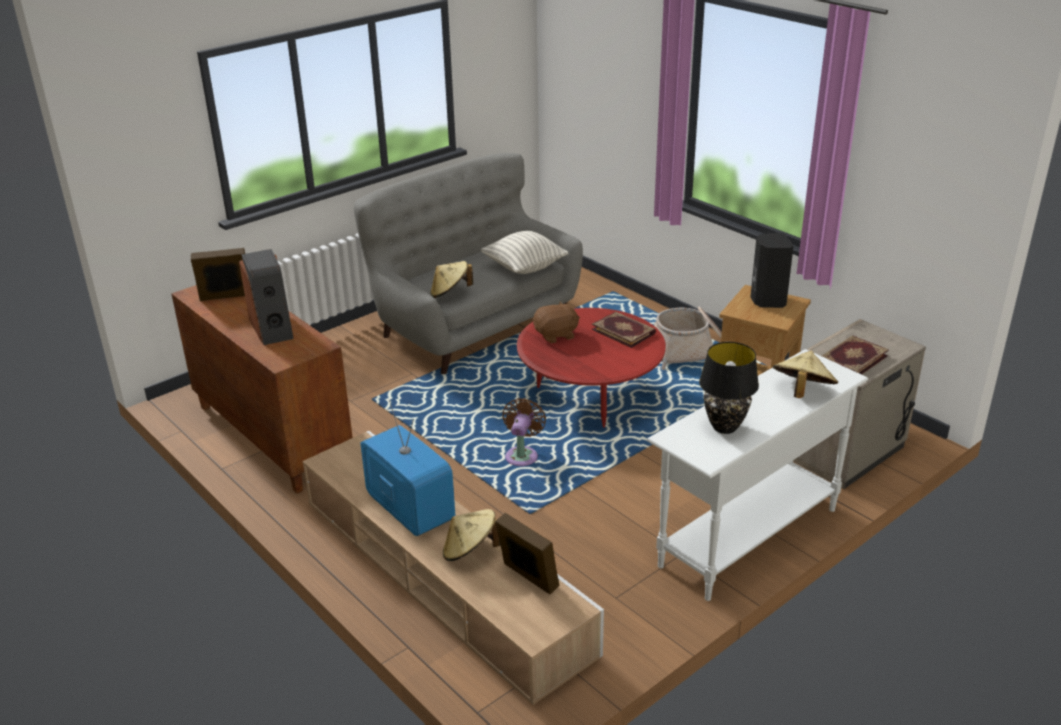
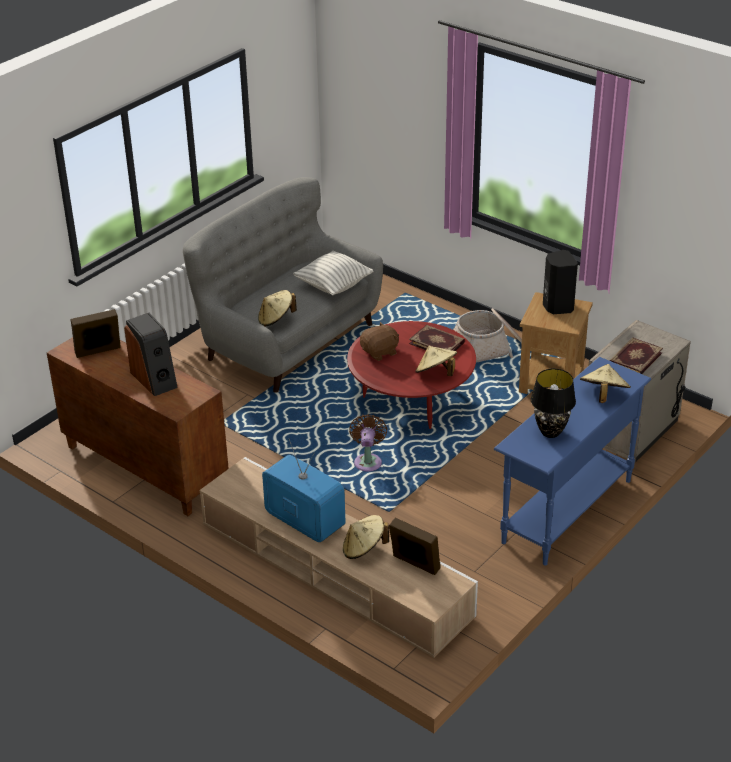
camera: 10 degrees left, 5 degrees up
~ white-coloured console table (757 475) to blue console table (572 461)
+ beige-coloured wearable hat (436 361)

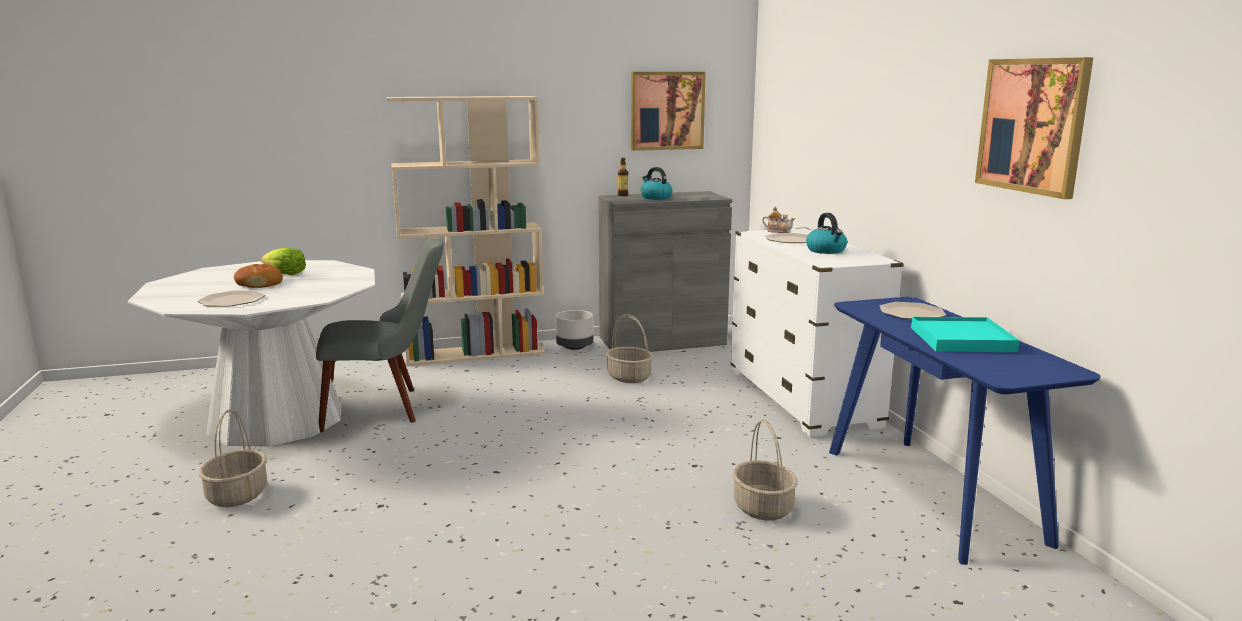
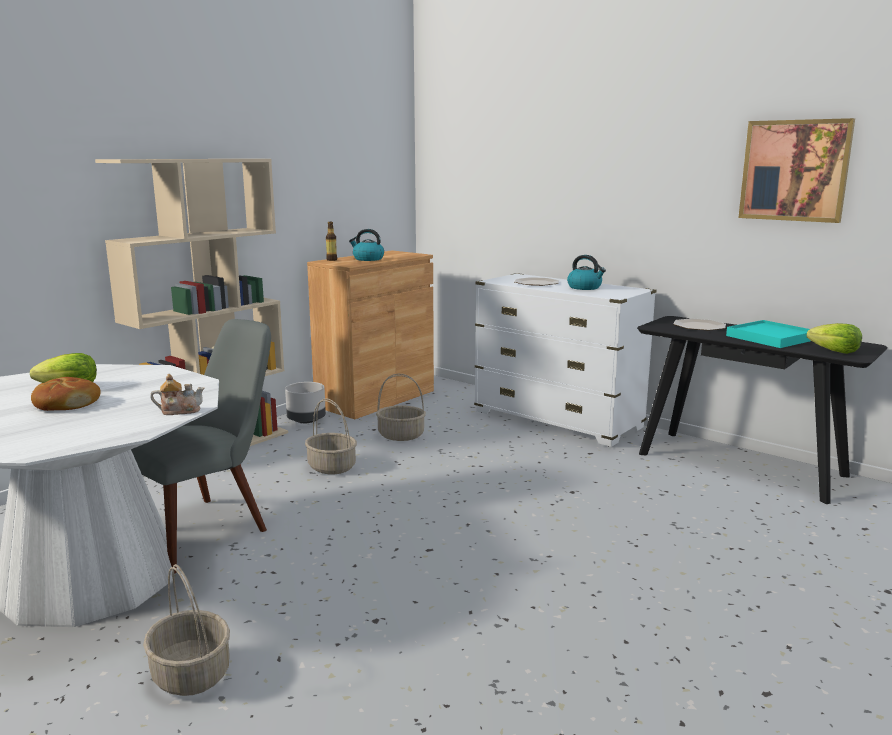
camera: 35 degrees left, 0 degrees up
- dinner plate (231 298)
~ greyish storage cabinet (665 271) to brown-coloured storage cabinet (370 334)
- wall art (668 111)
~ storage basket (765 470) to (331 436)
~ tea pot (778 219) to (177 394)
~ blue console table (965 431) to blackish console table (762 410)
+ head of lettuce (834 338)

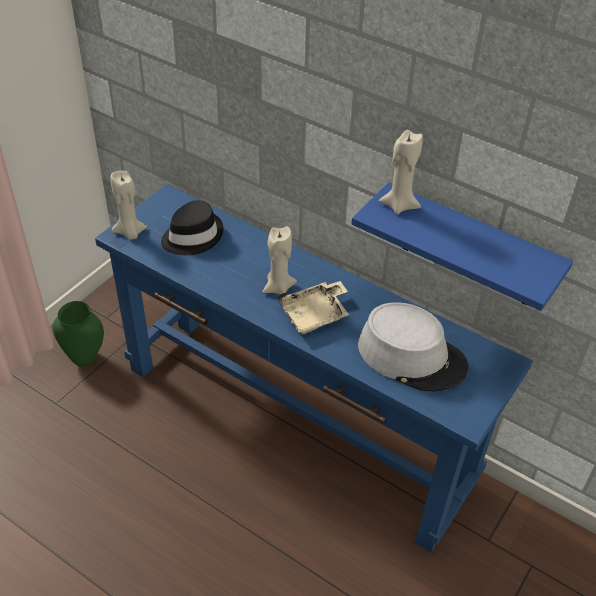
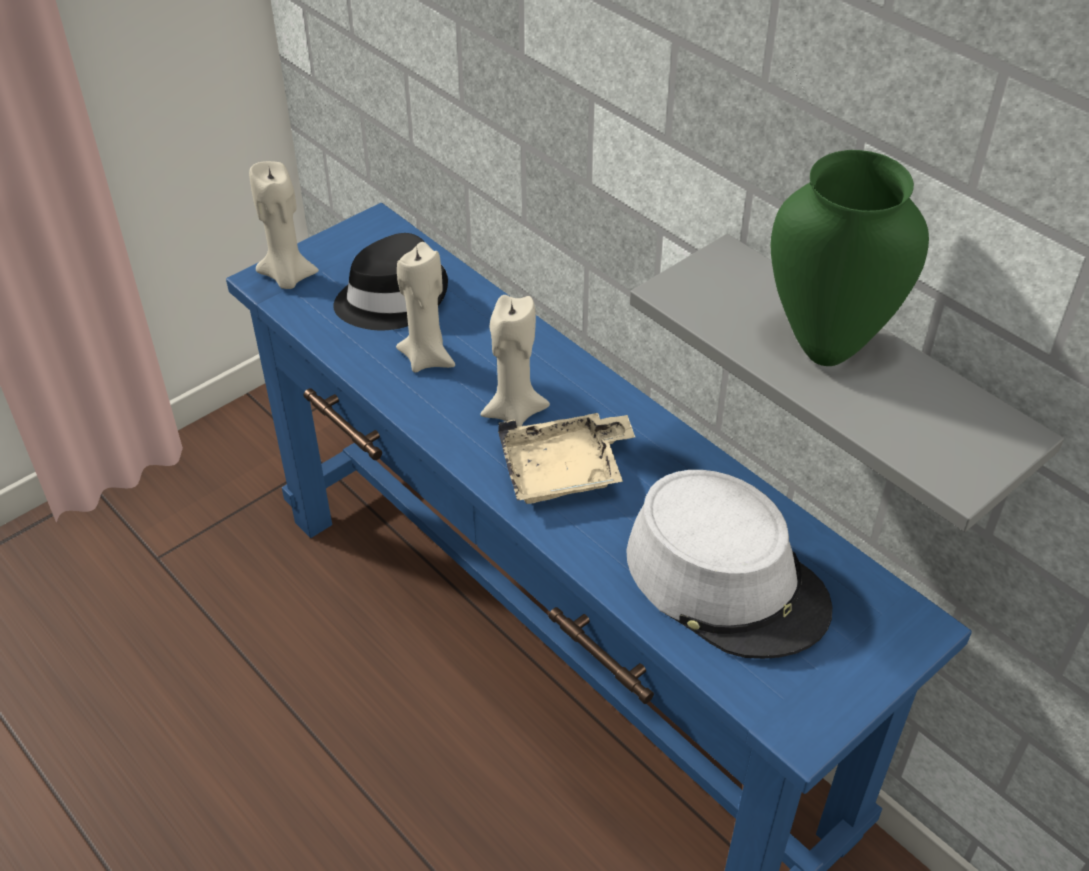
camera: 15 degrees right, 0 degrees up
~ green-coloured decorative vase (78 334) to (849 258)
~ blue wall shelf (462 246) to greyish wall shelf (847 383)
~ beige-coloured wax candle (401 172) to (425 307)

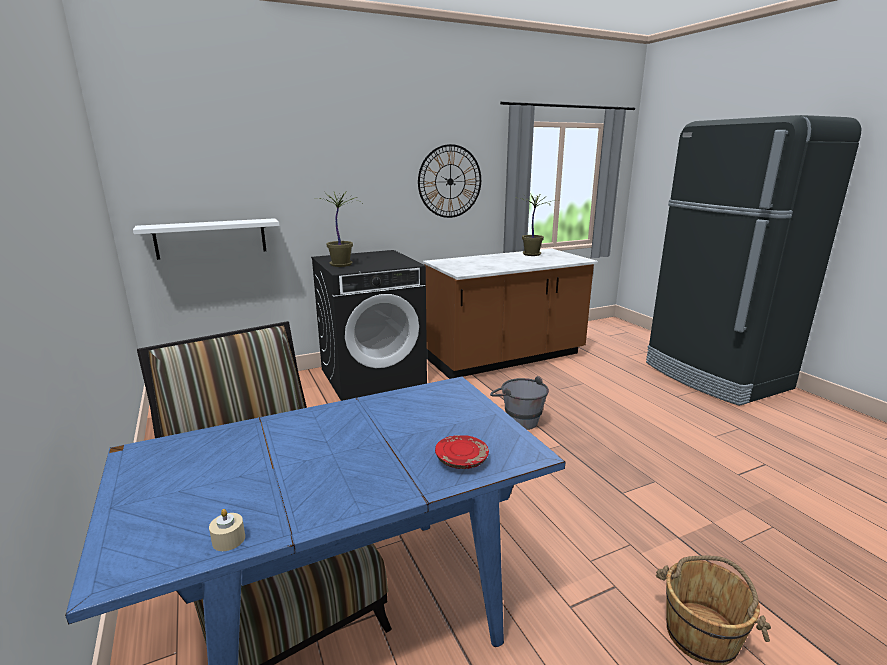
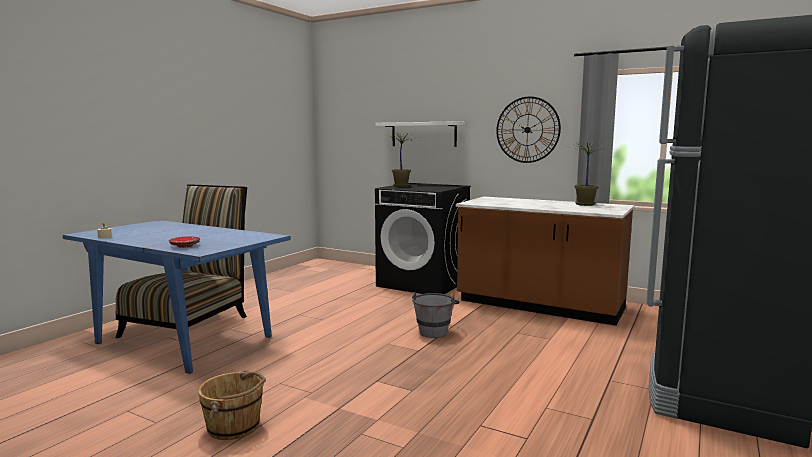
camera: 55 degrees right, 10 degrees down
~ white-coloured wall shelf (206 239) to (420 134)

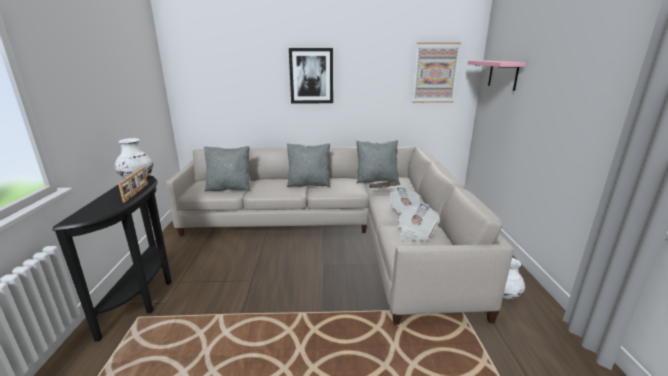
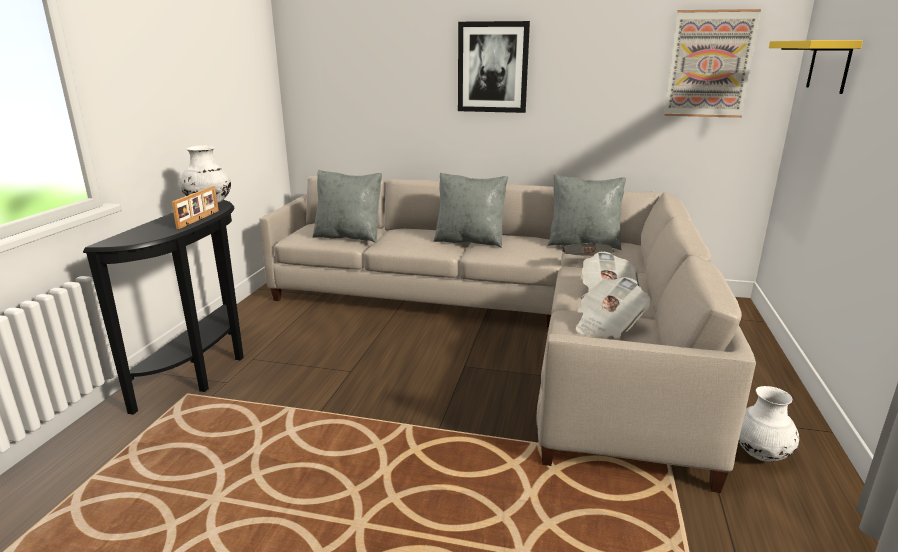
camera: 15 degrees right, 0 degrees up
~ pinkish wall shelf (497 76) to yellow-coloured wall shelf (816 67)

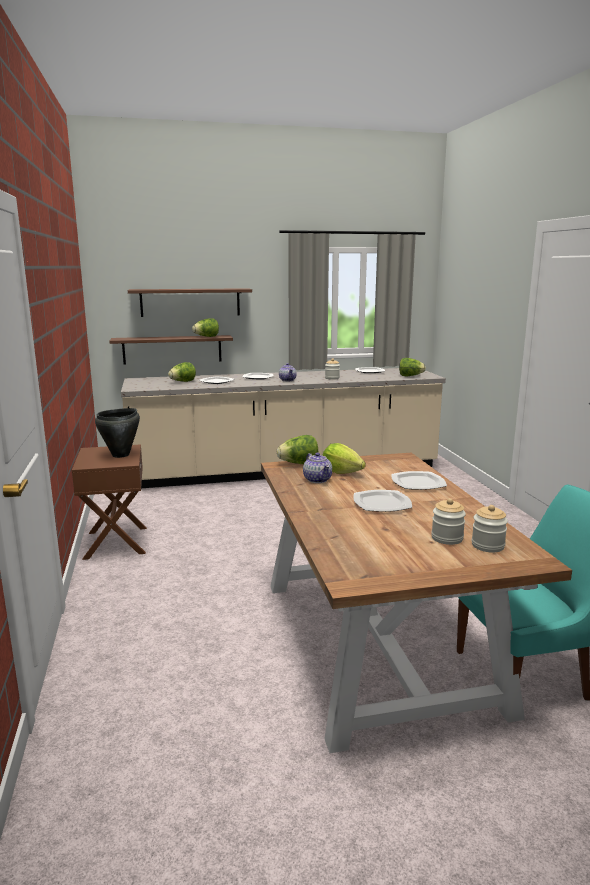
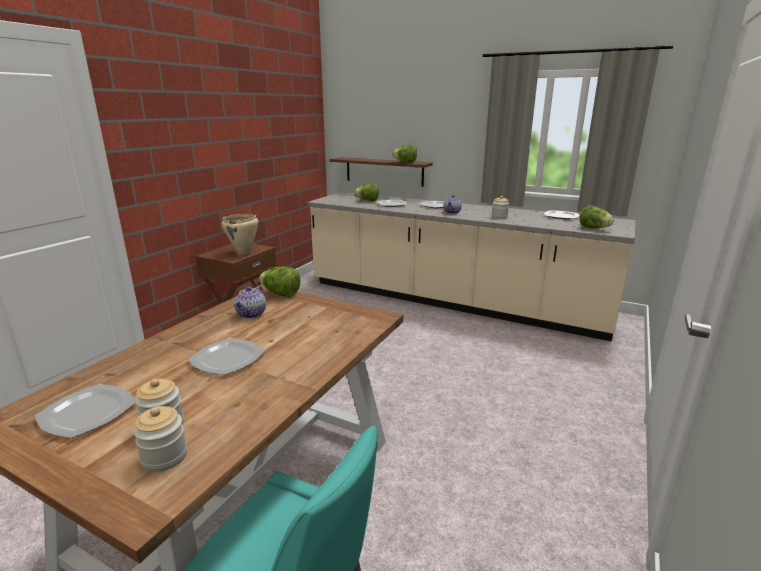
camera: 40 degrees right, 5 degrees up
~ blackish cooking pot (117 433) to beige-coloured cooking pot (240 234)
- wall shelf (190 302)
- head of lettuce (344 458)
~ dinner plate (419 480) to (85 411)

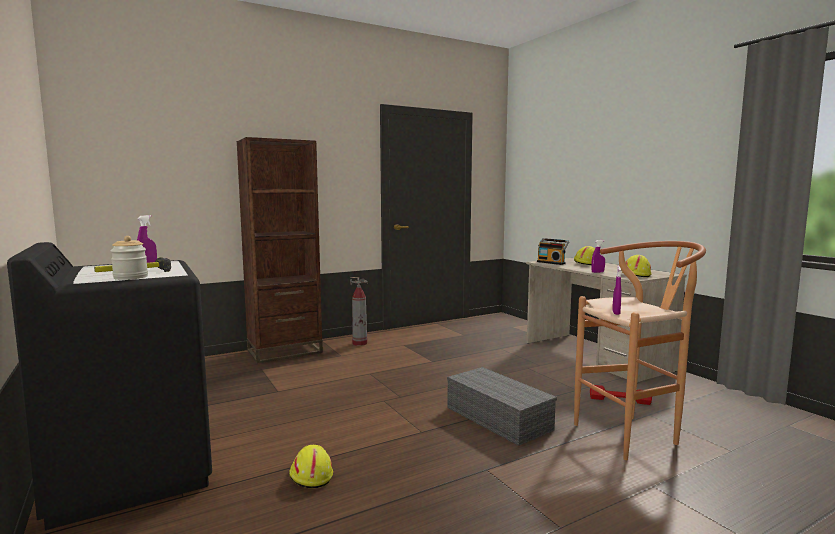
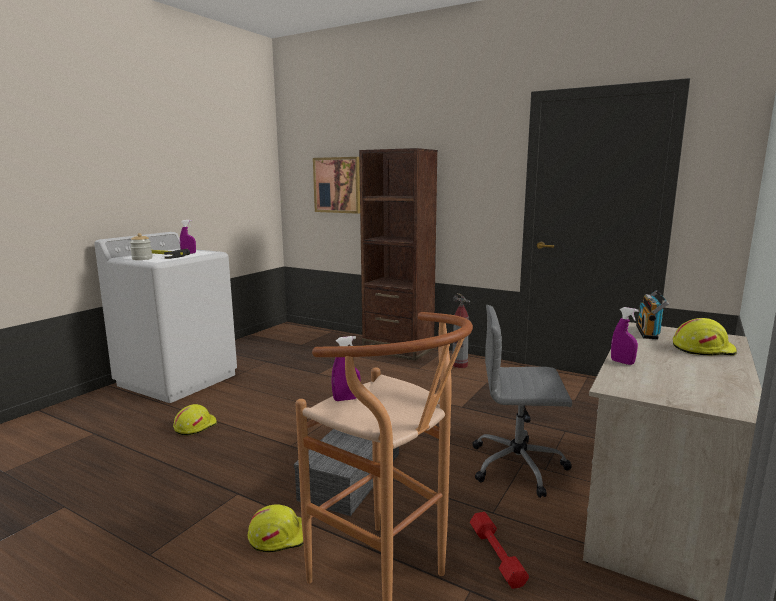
camera: 60 degrees right, 5 degrees up
~ blackish washing machine (109 386) to white-coloured washing machine (165 317)
~ yellow-coloured safety helmet (636 266) to (275 528)
+ wall art (336 185)
+ greyish office chair (522 401)

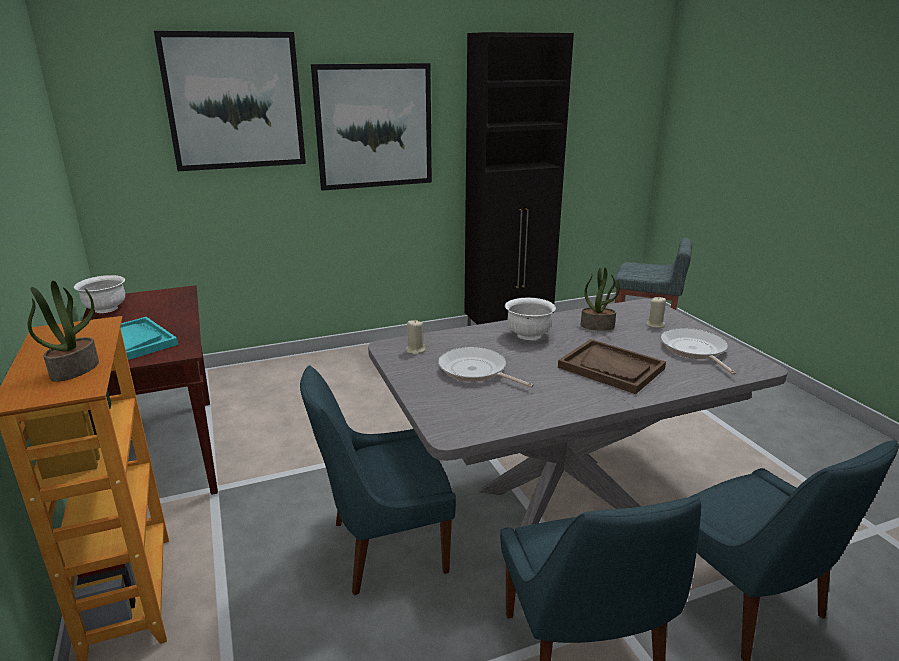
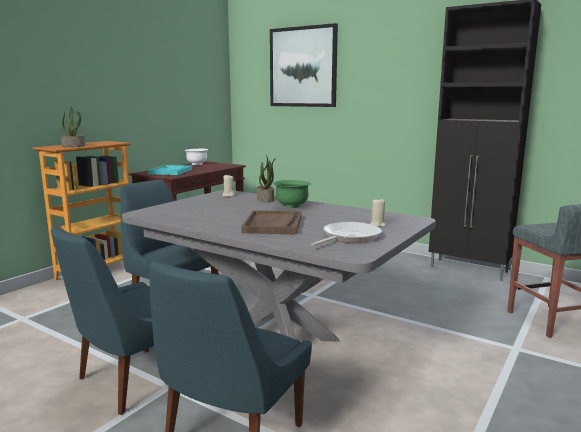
camera: 55 degrees right, 10 degrees down
- wall art (371 127)
- pan (486 367)
~ white-coloured deep dish (530 319) to green-coloured deep dish (292 194)
~ houseplant (600 299) to (266 178)

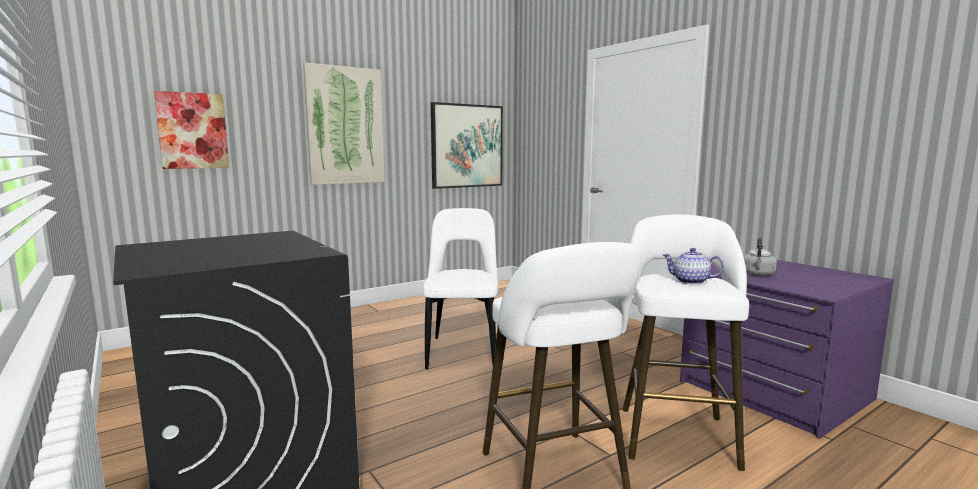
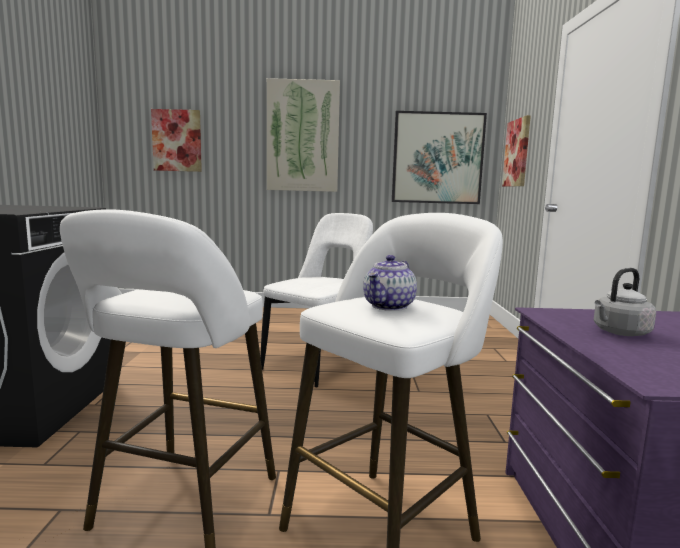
camera: 35 degrees right, 0 degrees up
~ tea pot (693 266) = (390 283) 120 degrees counterclockwise
+ wall art (516 151)

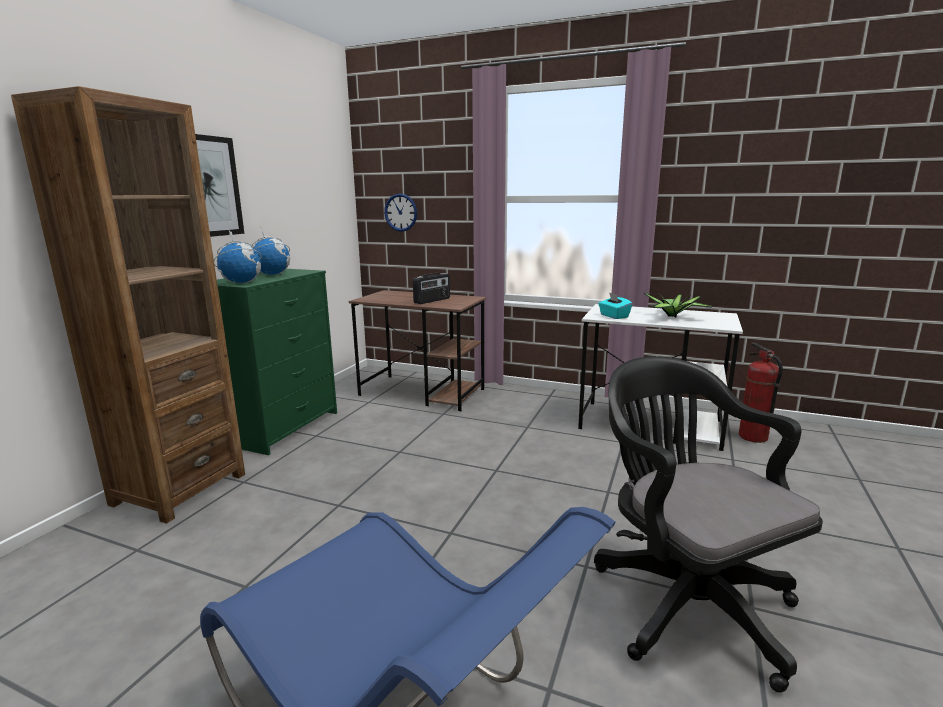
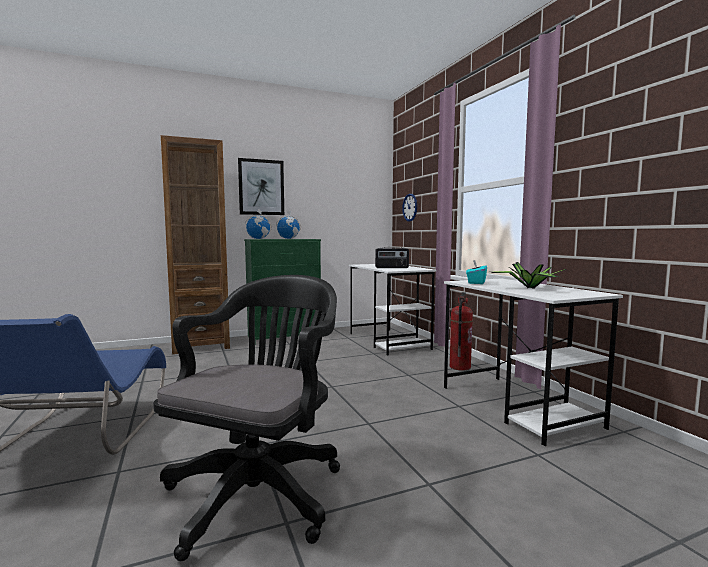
camera: 45 degrees right, 10 degrees down
~ brown-coloured desk unit (417 350) to white-coloured desk unit (393 309)
~ fire extinguisher (761 392) to (461 331)

